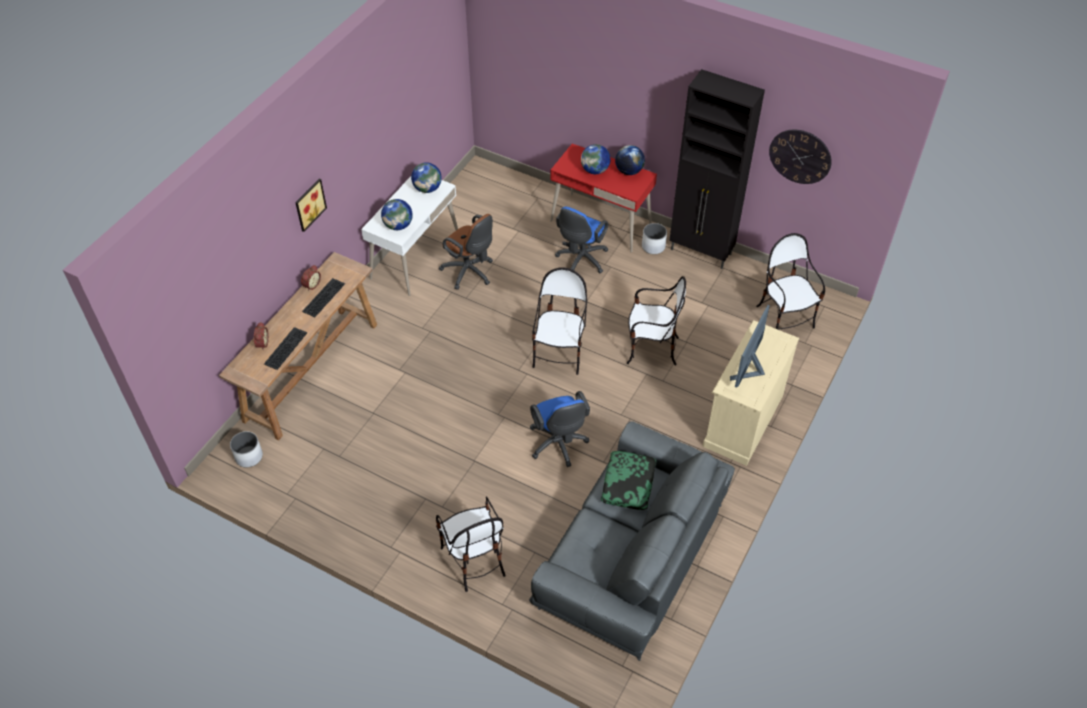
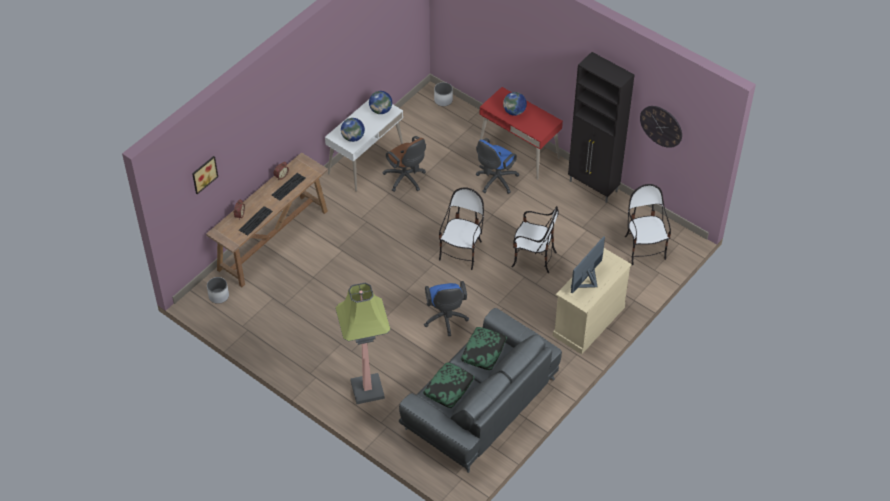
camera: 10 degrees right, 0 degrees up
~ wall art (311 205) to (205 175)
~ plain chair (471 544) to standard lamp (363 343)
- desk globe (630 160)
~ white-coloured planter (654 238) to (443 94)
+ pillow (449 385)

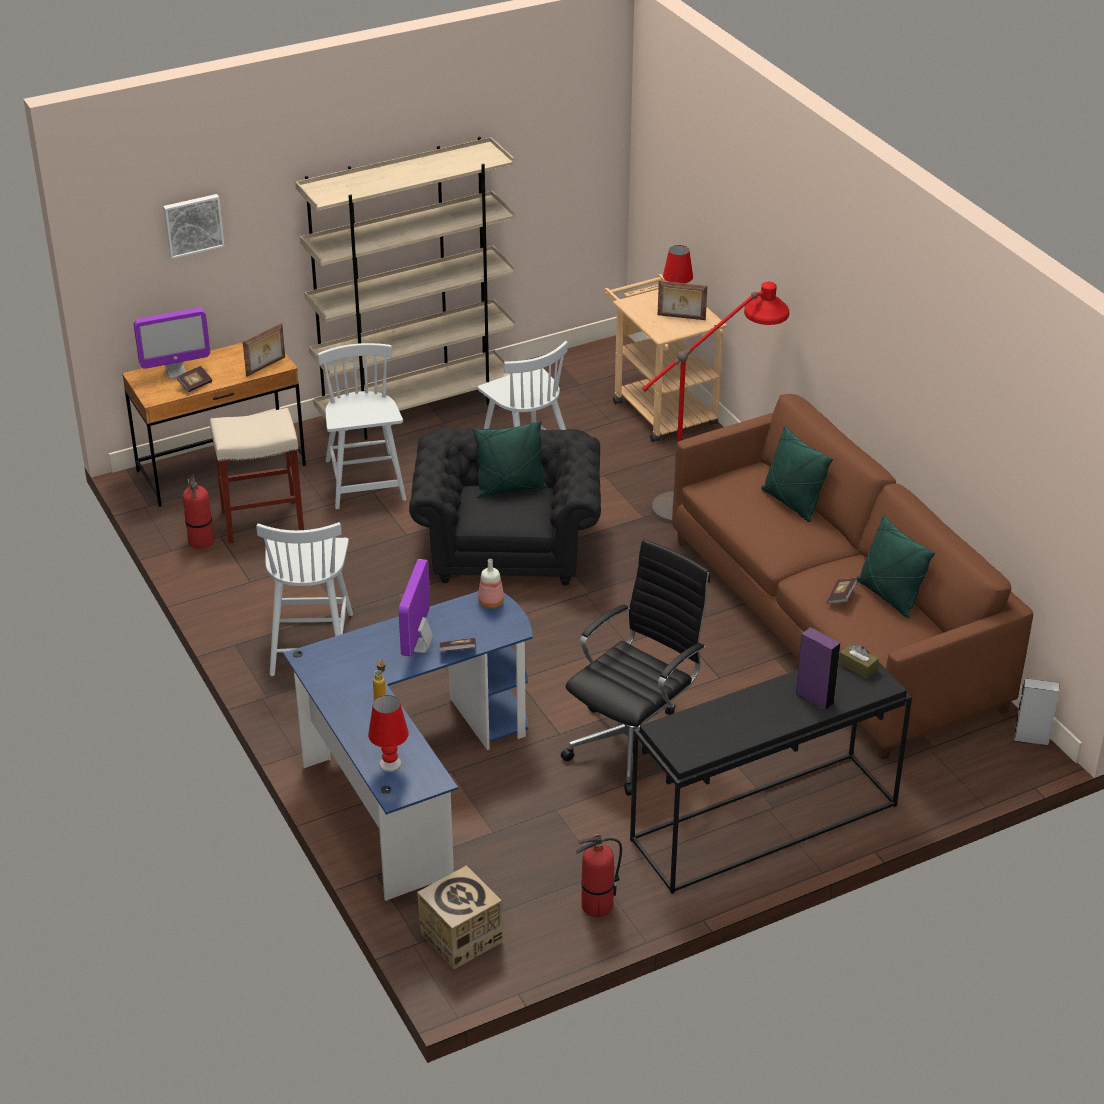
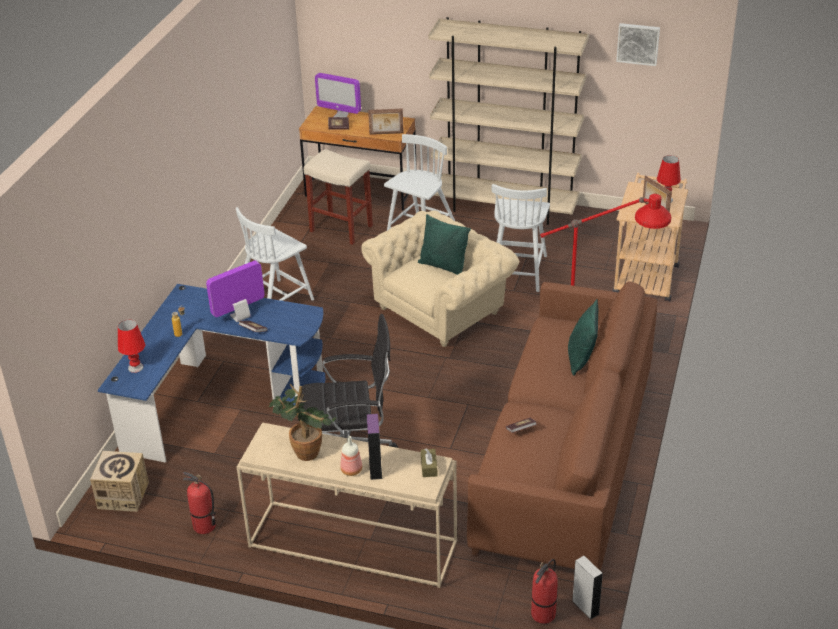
camera: 45 degrees right, 0 degrees up
~ wall art (193 226) to (638 44)
~ fire extinguisher (198 511) to (544 591)
~ blackish lounge chair (505 506) to beige-coloured lounge chair (440 278)
~ drink bottle (491 584) to (351 456)
~ blackish console table (771 770) to beige-coloured console table (347 505)
- green-coloured pillow (895 566)
+ houseplant (302 422)

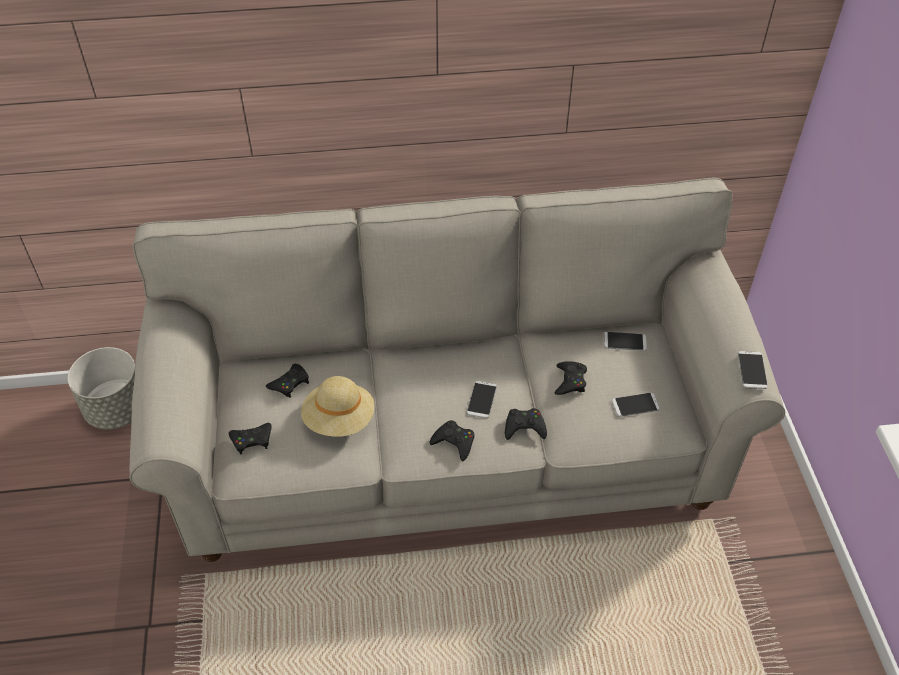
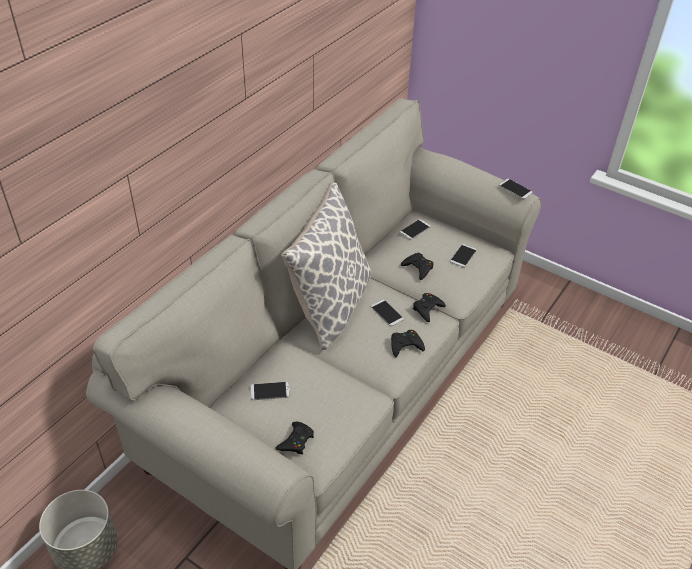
camera: 50 degrees left, 5 degrees down
~ blackish gamepad (287 381) to telephone (270 391)
- beige-coloured wearable hat (337 406)
+ pillow (326 266)

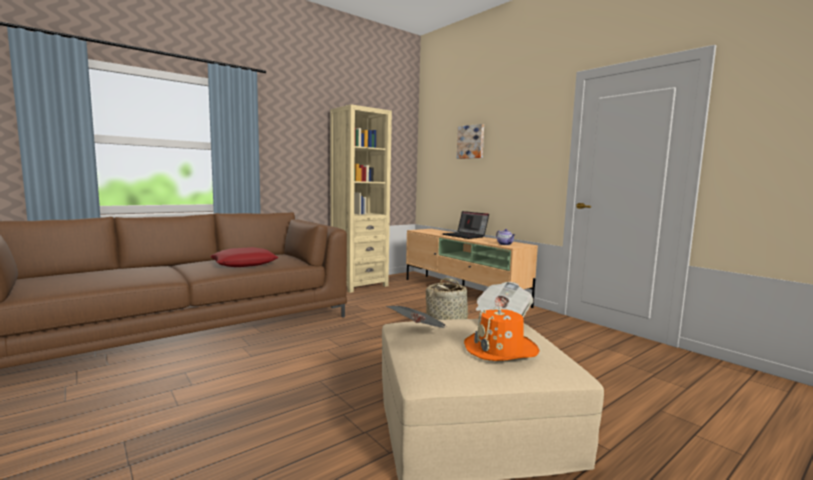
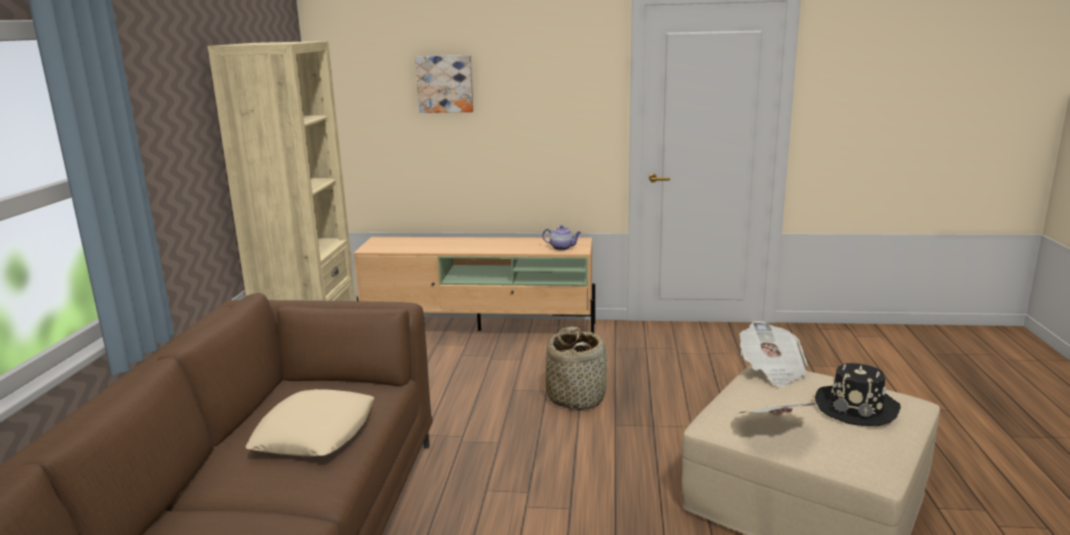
camera: 45 degrees left, 10 degrees up
~ red-coloured pillow (244 257) to beige-coloured pillow (309 423)
- portable computer (466 225)
~ orange wearable hat (502 333) to blackish wearable hat (858 394)

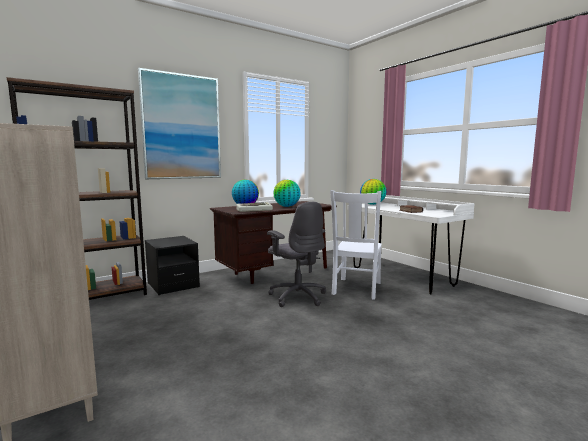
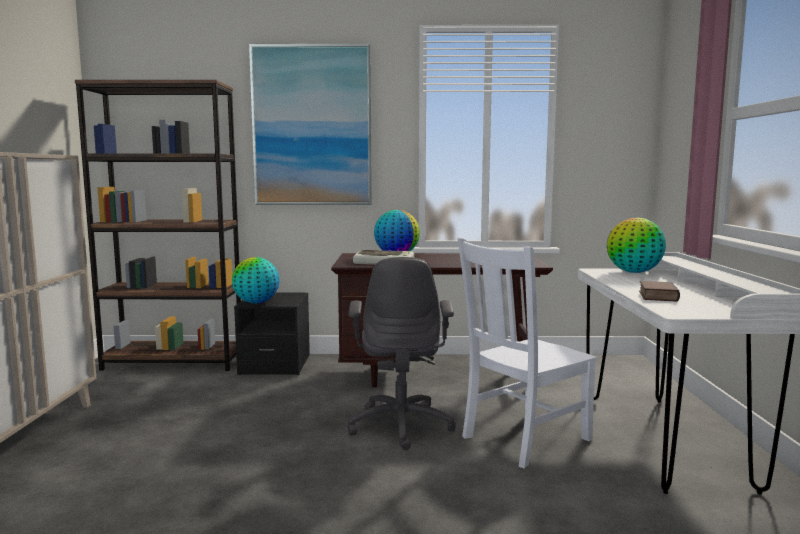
camera: 35 degrees right, 0 degrees up
~ desk globe (287 193) to (256 280)

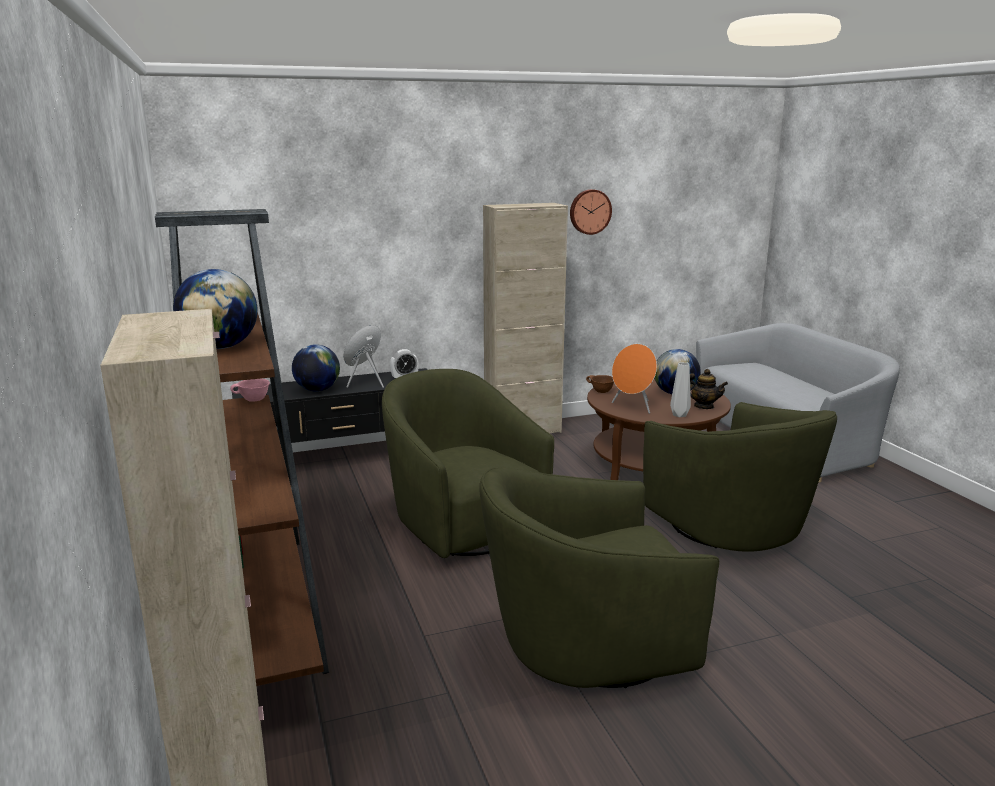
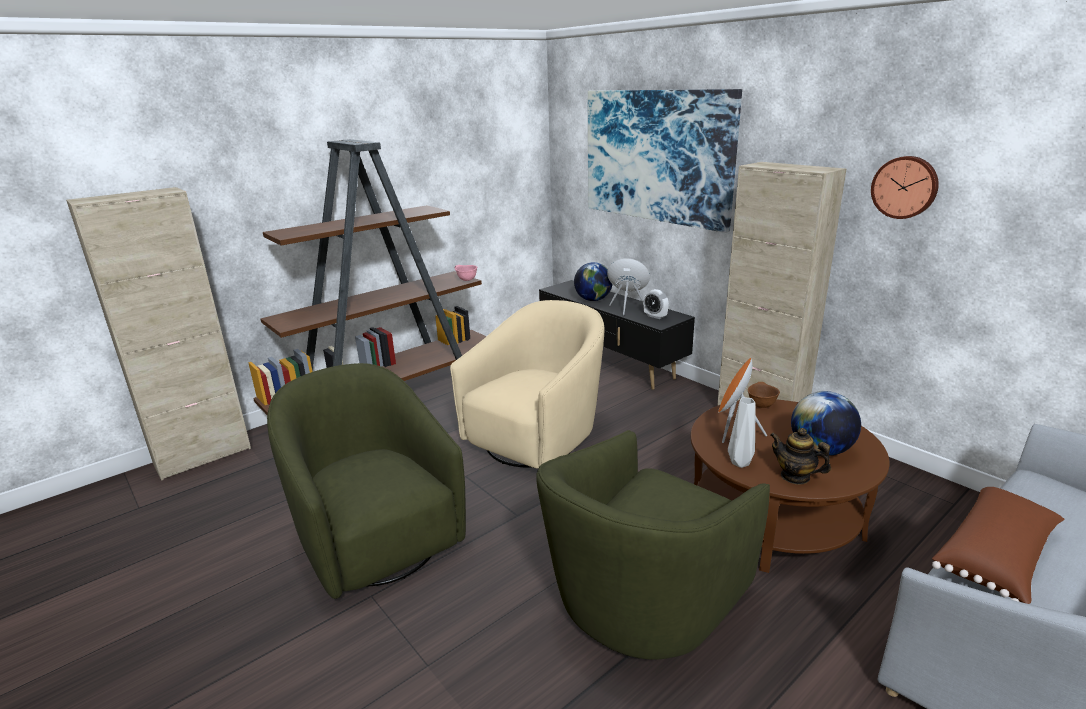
camera: 70 degrees right, 5 degrees up
- desk globe (215 309)
~ green-coloured lounge chair (468 463) to beige-coloured lounge chair (527 384)
~ tea pot (709 389) = (800 456) 120 degrees clockwise
+ wall art (665 161)
+ brown-coloured pillow (998 545)

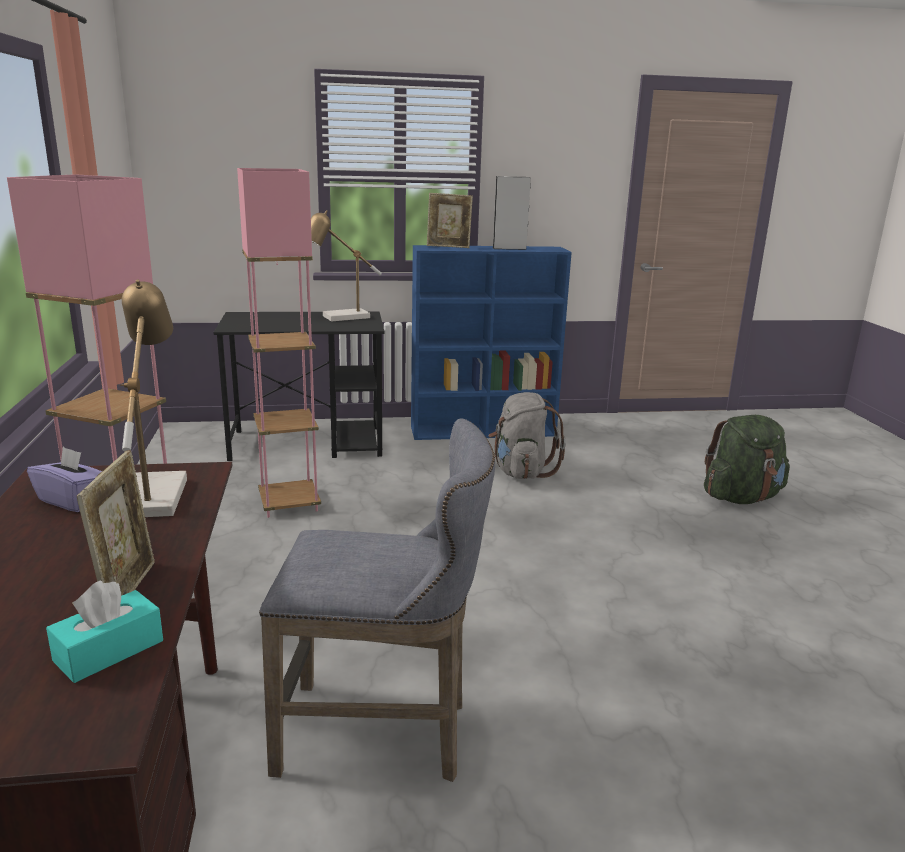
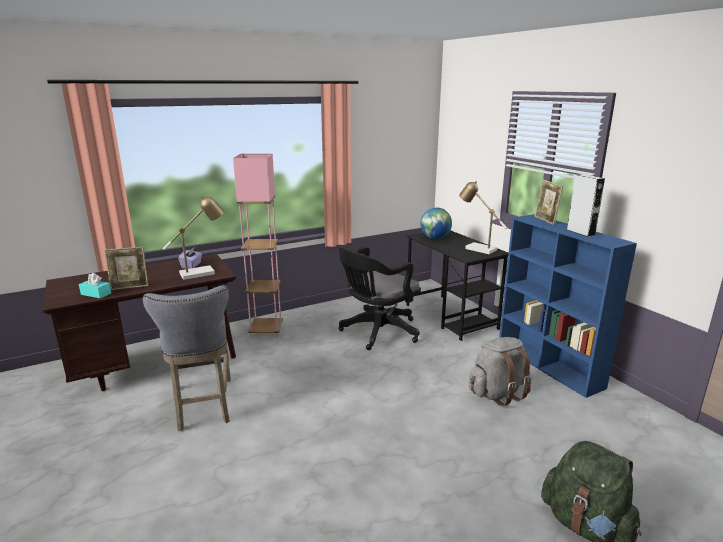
camera: 70 degrees right, 0 degrees up
~ pinkish standard lamp (279 343) to blackish office chair (379 298)
+ desk globe (436 223)

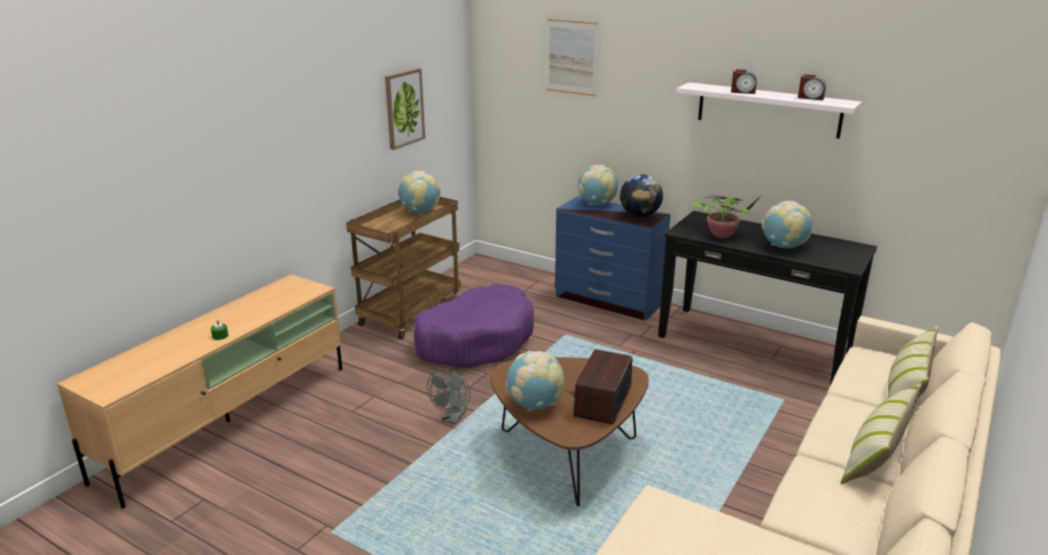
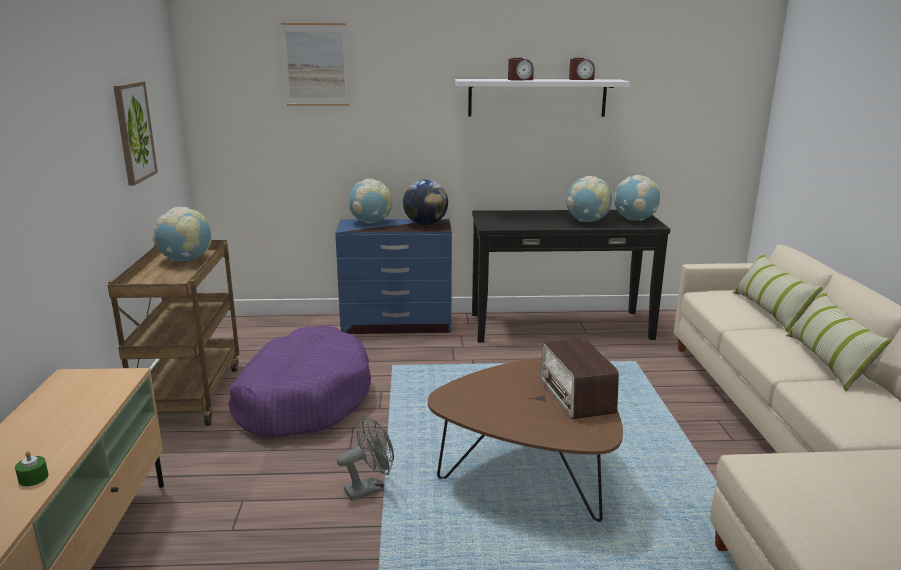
camera: 35 degrees left, 5 degrees down
~ greyish fan (448 396) = (365 459) 105 degrees counterclockwise
~ desk globe (535 381) to (636 198)
- houseplant (726 217)

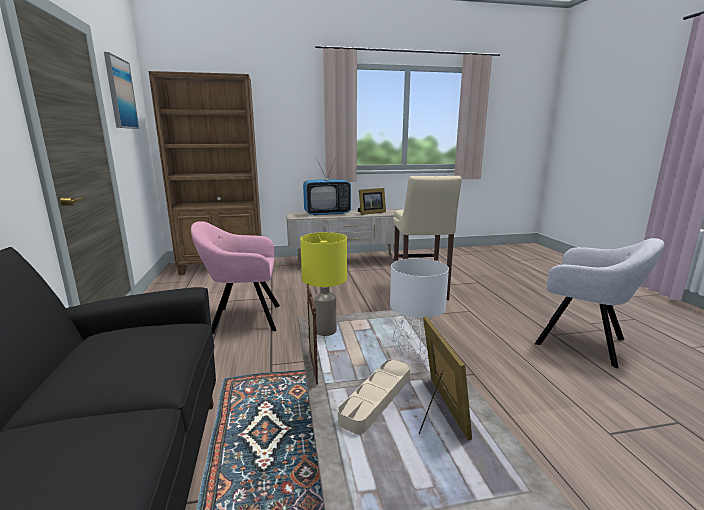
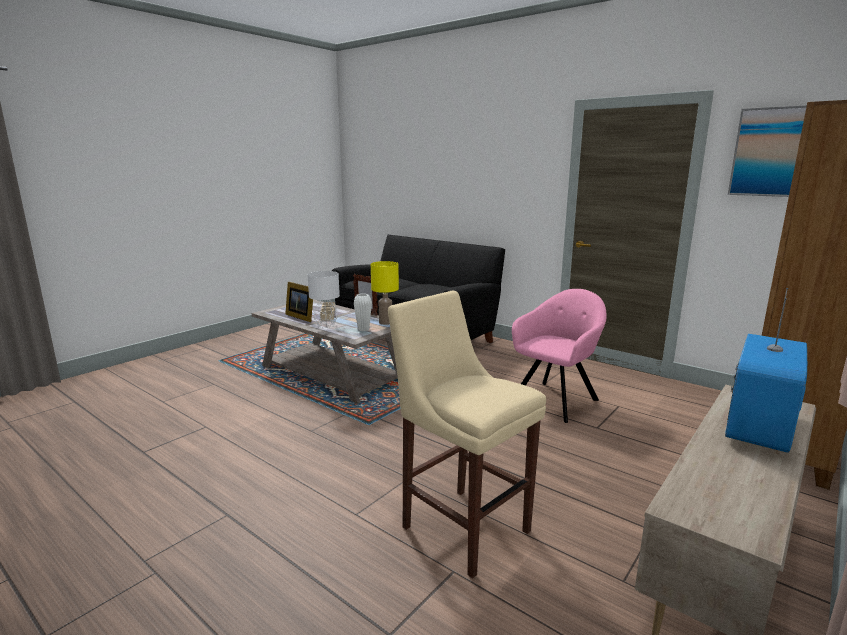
camera: 140 degrees right, 0 degrees up
- photo frame (372 201)
- greyish lounge chair (600 303)
+ white-coloured decorative vase (363 312)

